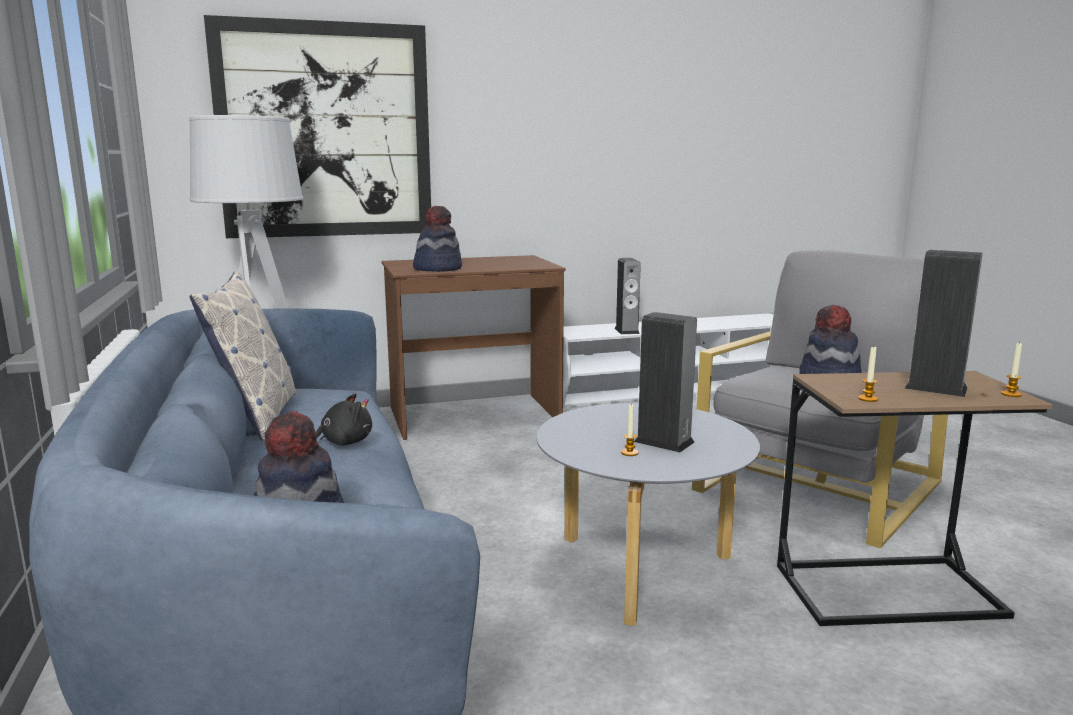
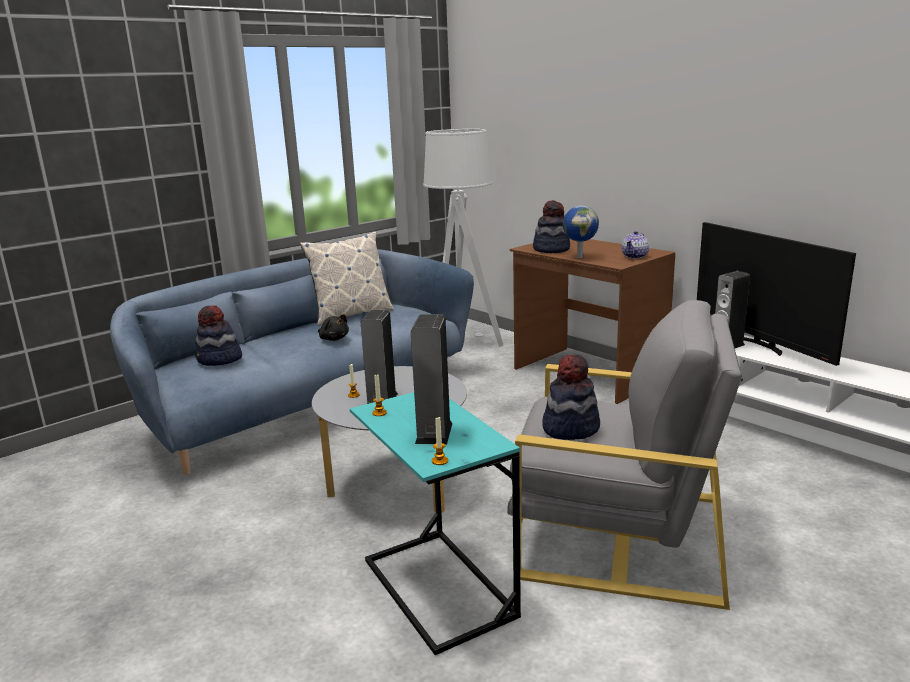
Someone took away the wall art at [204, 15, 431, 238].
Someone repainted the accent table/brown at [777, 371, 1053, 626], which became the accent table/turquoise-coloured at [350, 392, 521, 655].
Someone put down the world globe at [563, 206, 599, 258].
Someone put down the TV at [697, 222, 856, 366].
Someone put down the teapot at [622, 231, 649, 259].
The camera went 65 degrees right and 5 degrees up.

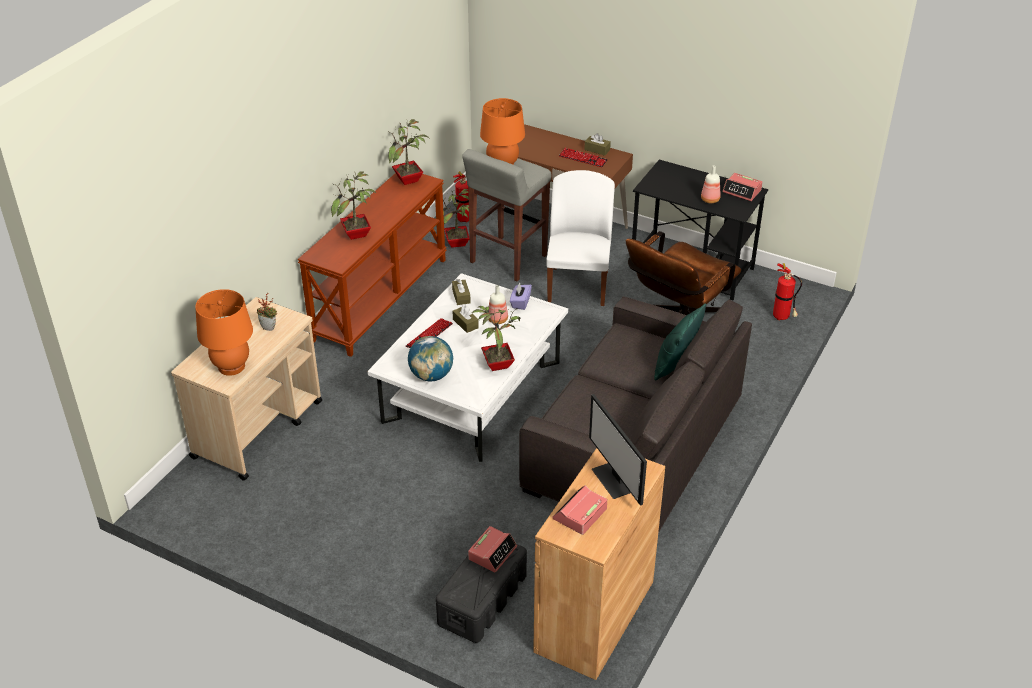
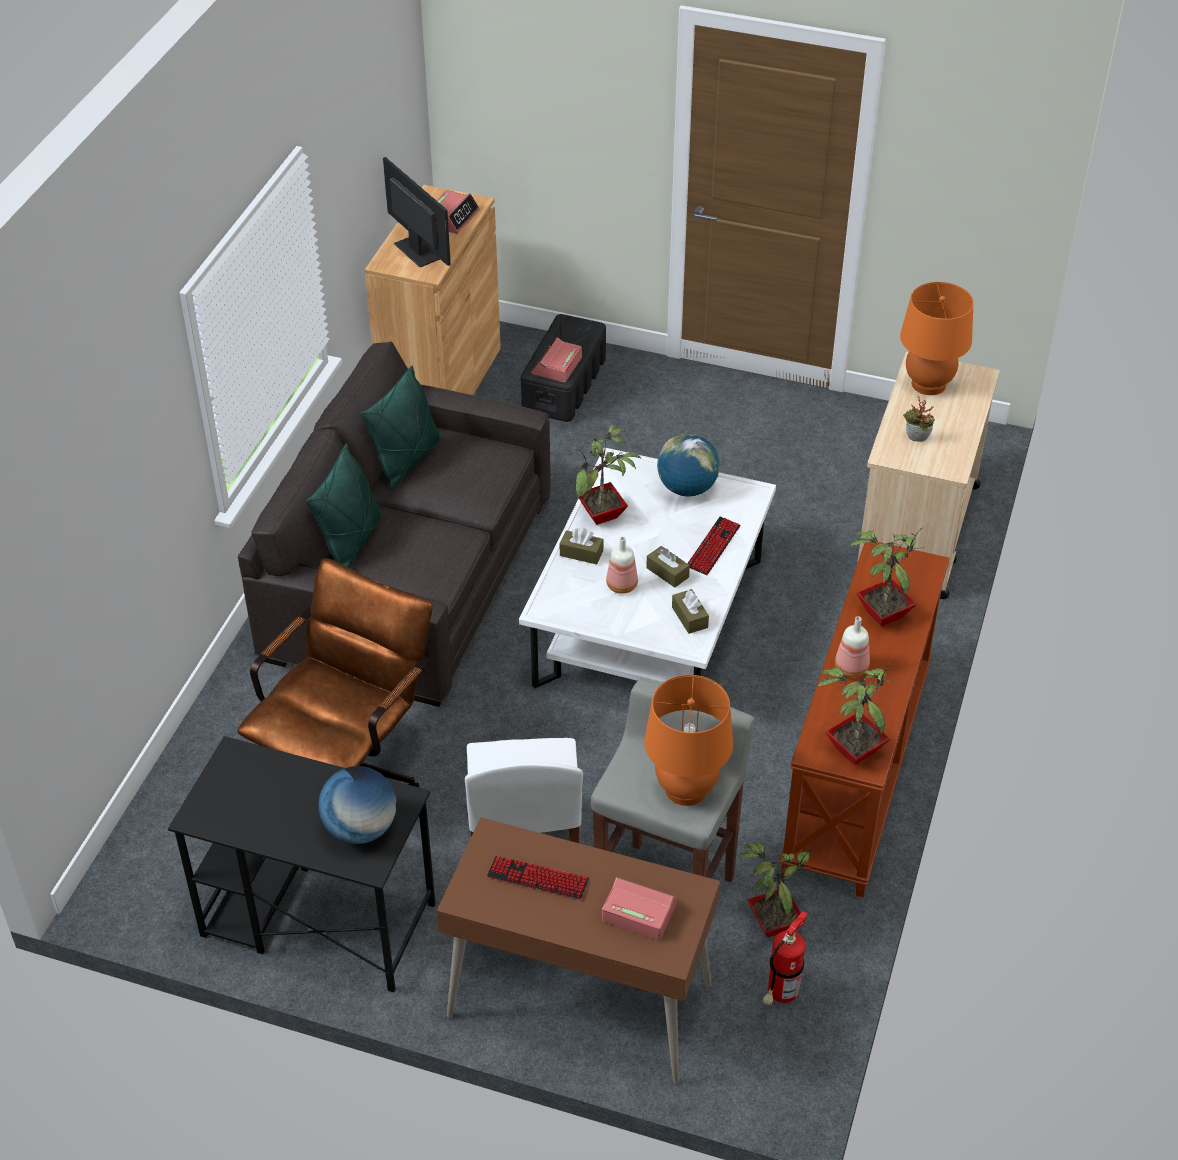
Someone carried the box of tissues/brown from [584, 133, 611, 156] to [560, 528, 603, 564].
Someone carried the drink bottle from [701, 165, 721, 203] to [835, 616, 870, 677].
Someone carried the table clock from [723, 173, 763, 201] to [602, 877, 678, 940].
Someone took away the extinguisher at [773, 263, 802, 320].
Someone took away the box of tissues/purple at [510, 283, 532, 310].
Someone put down the cushion/greenish at [360, 365, 441, 490].
Someone put down the world globe at [318, 766, 396, 844].
The camera went 170 degrees right and 5 degrees up.

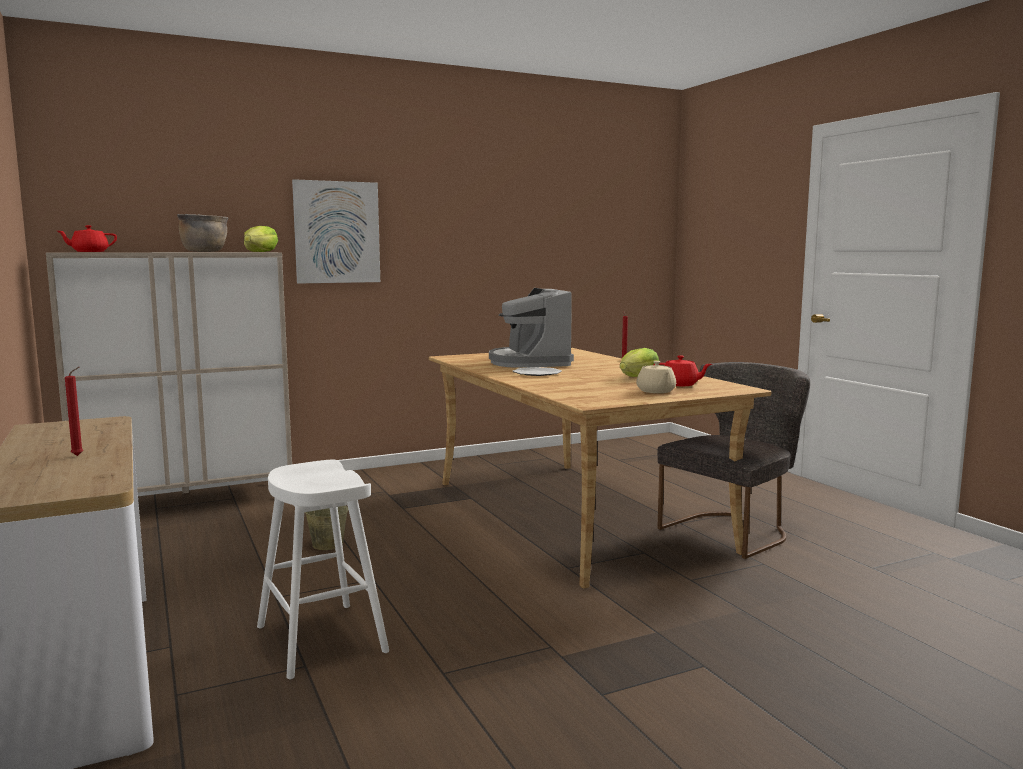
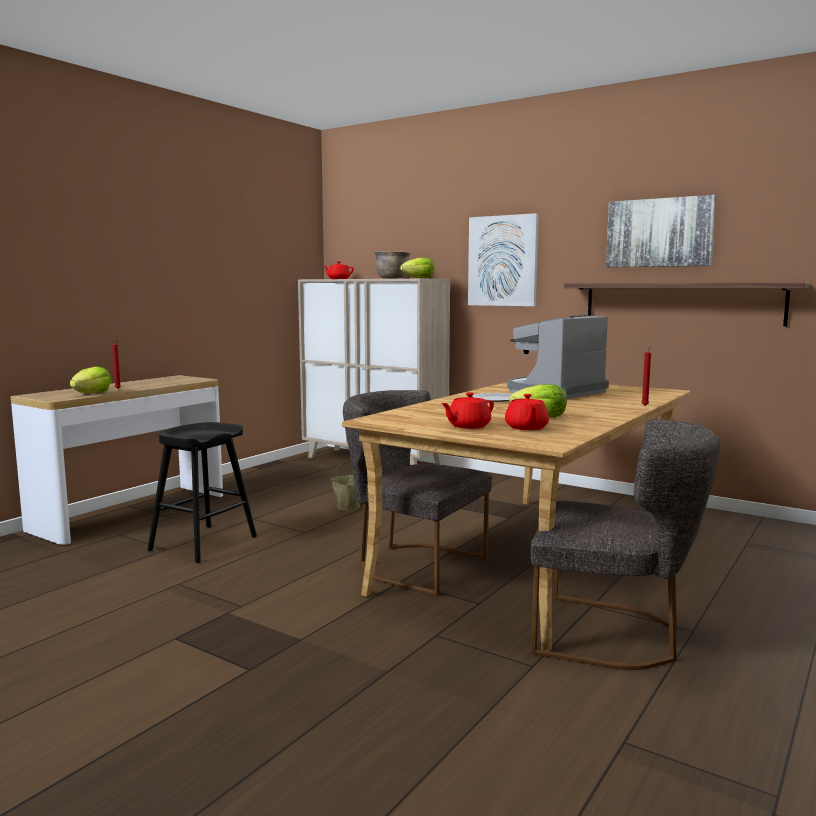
Someone repainted the teapot/sand-coloured at [636, 361, 676, 393], which became the teapot/reddish at [441, 392, 494, 429].
Someone repainted the sitting stool/whitish at [257, 459, 389, 679], which became the sitting stool/black-coloured at [147, 422, 257, 563].
Someone put up the wall art at [606, 195, 717, 267].
Someone put up the shelf at [564, 283, 809, 326].
Someone put down the lettuce head at [70, 367, 111, 393].
Someone put down the chair/grey at [343, 390, 492, 596].
The camera went 60 degrees right and 0 degrees up.

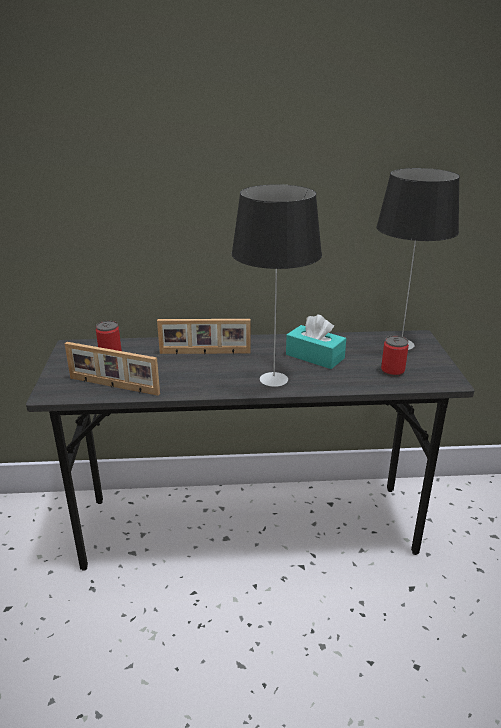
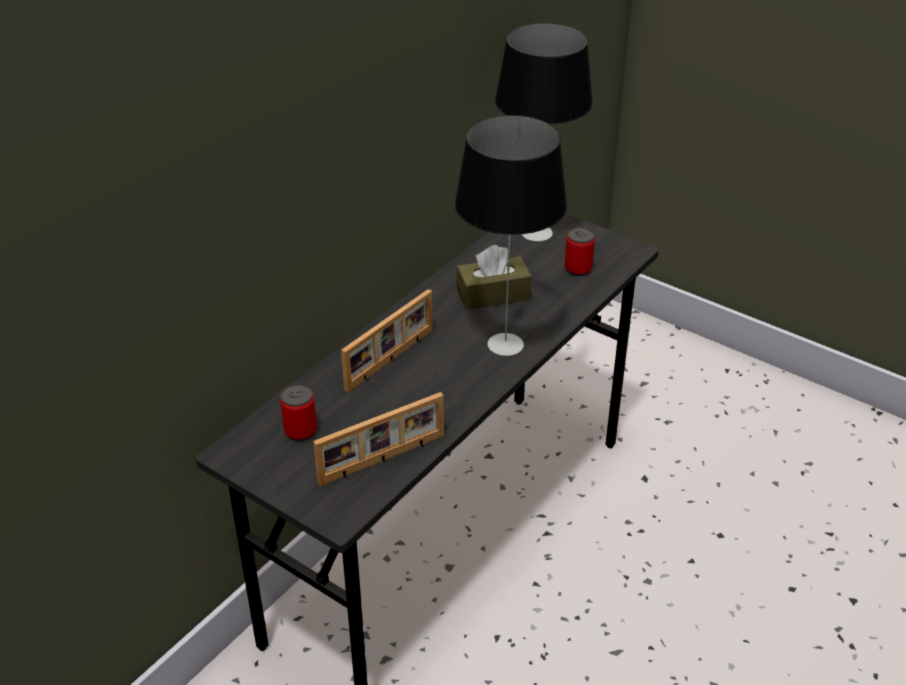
Someone repainted the box of tissues/turquoise-coloured at [286, 315, 346, 369], which became the box of tissues/brown at [457, 245, 532, 310].
The camera went 50 degrees left and 10 degrees up.

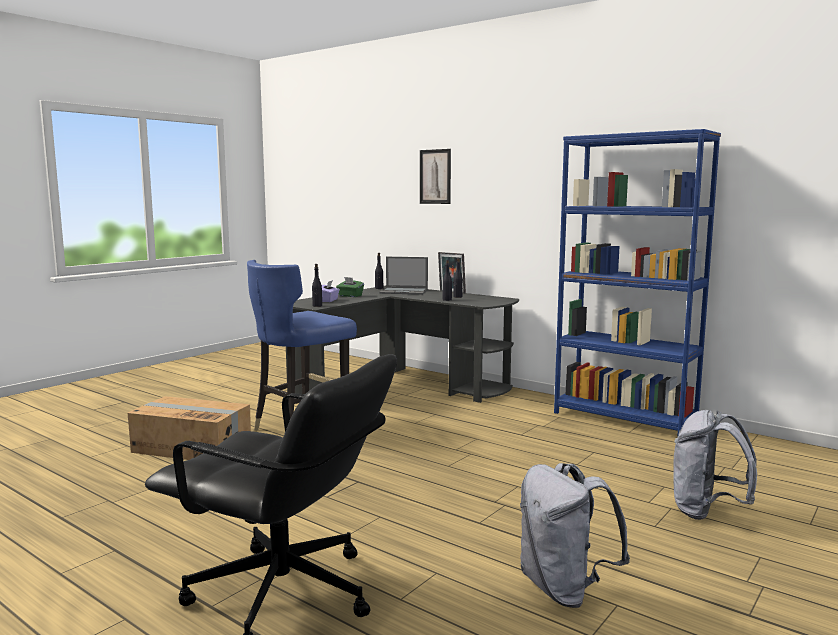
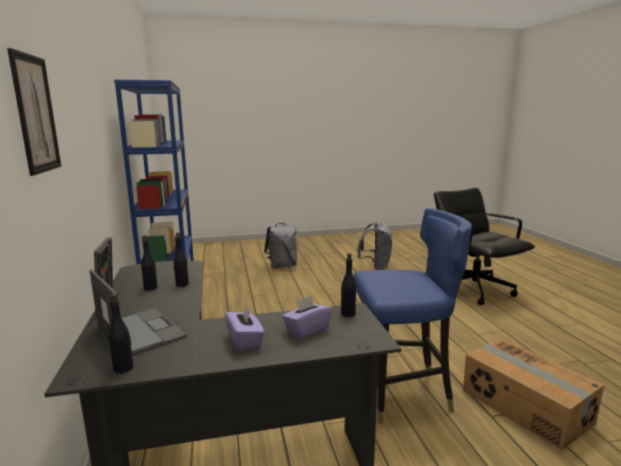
Someone repainted the box of tissues/greenish at [336, 277, 364, 297], which became the box of tissues/purple at [225, 304, 264, 352].
The camera went 140 degrees left and 5 degrees up.

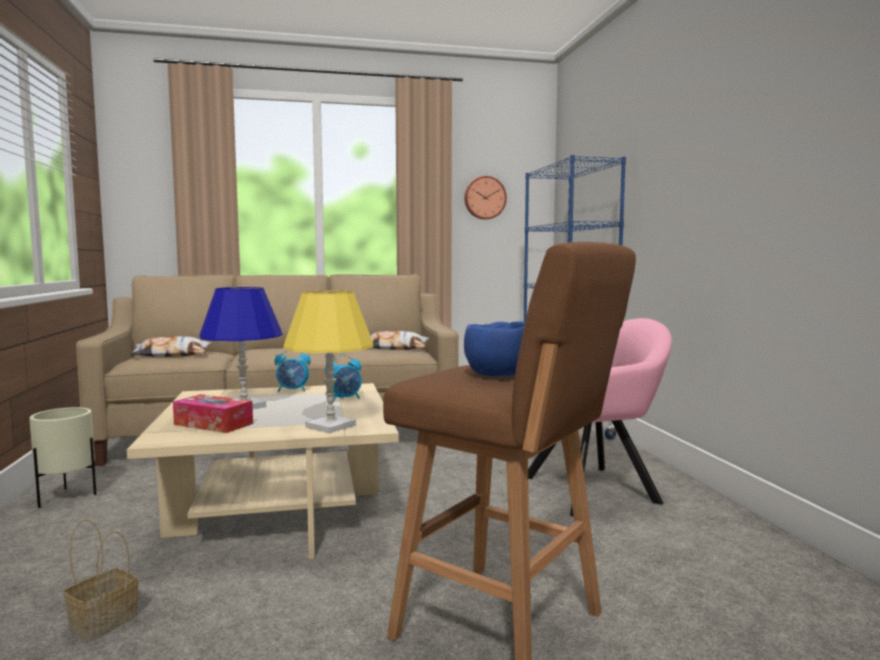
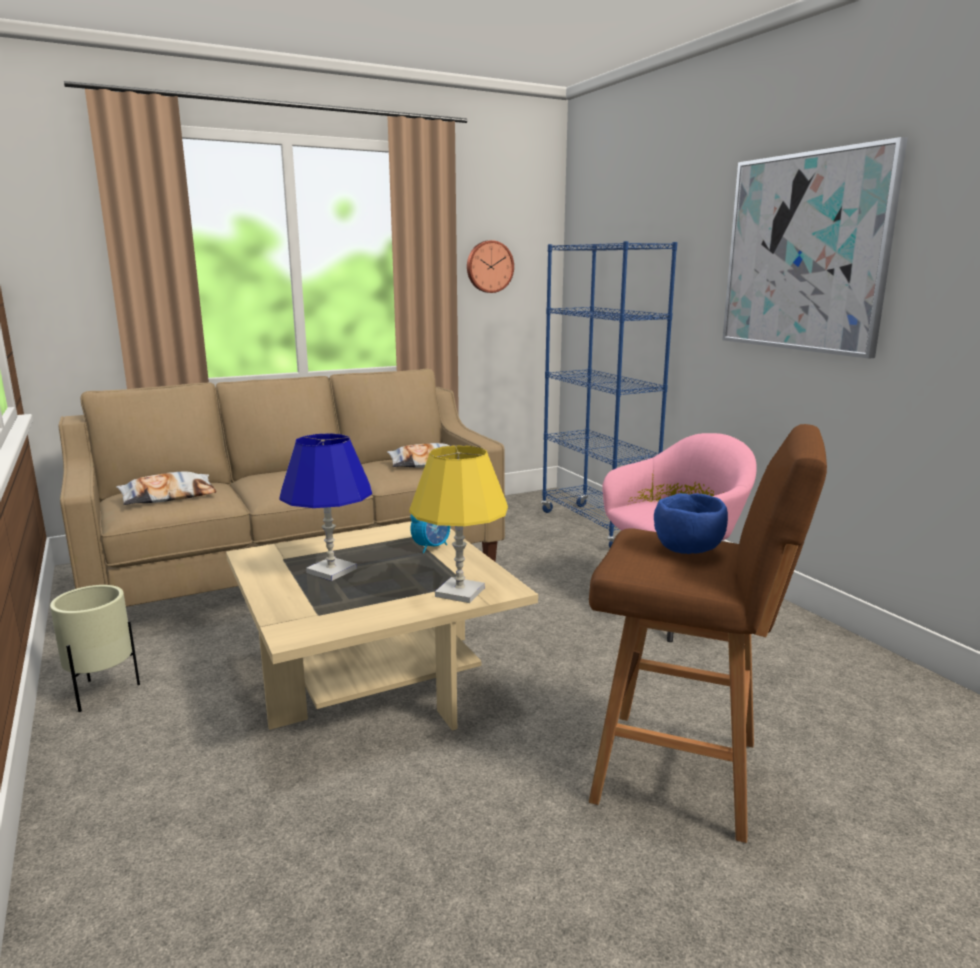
Someone took away the table clock at [274, 350, 311, 392].
Someone took away the box of tissues at [173, 394, 253, 433].
Someone took away the storage basket at [63, 519, 138, 641].
Someone put up the wall art at [722, 137, 908, 359].
The camera went 15 degrees left and 10 degrees up.

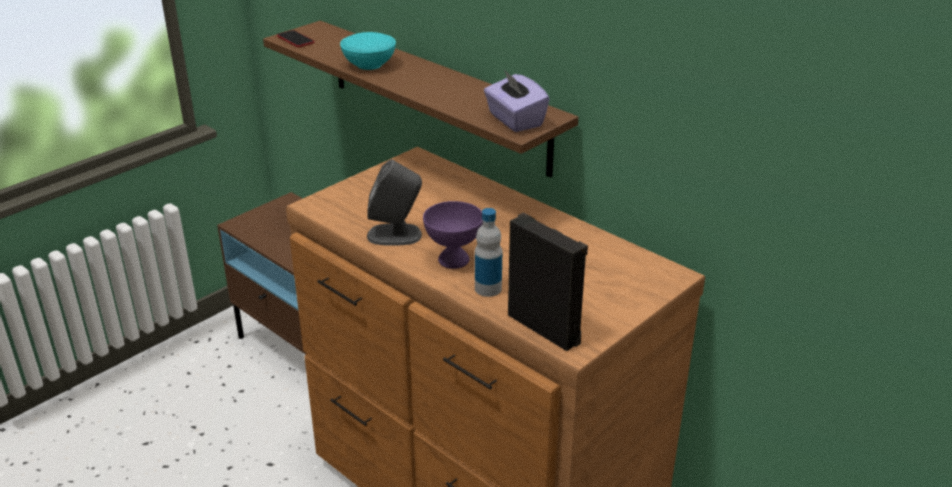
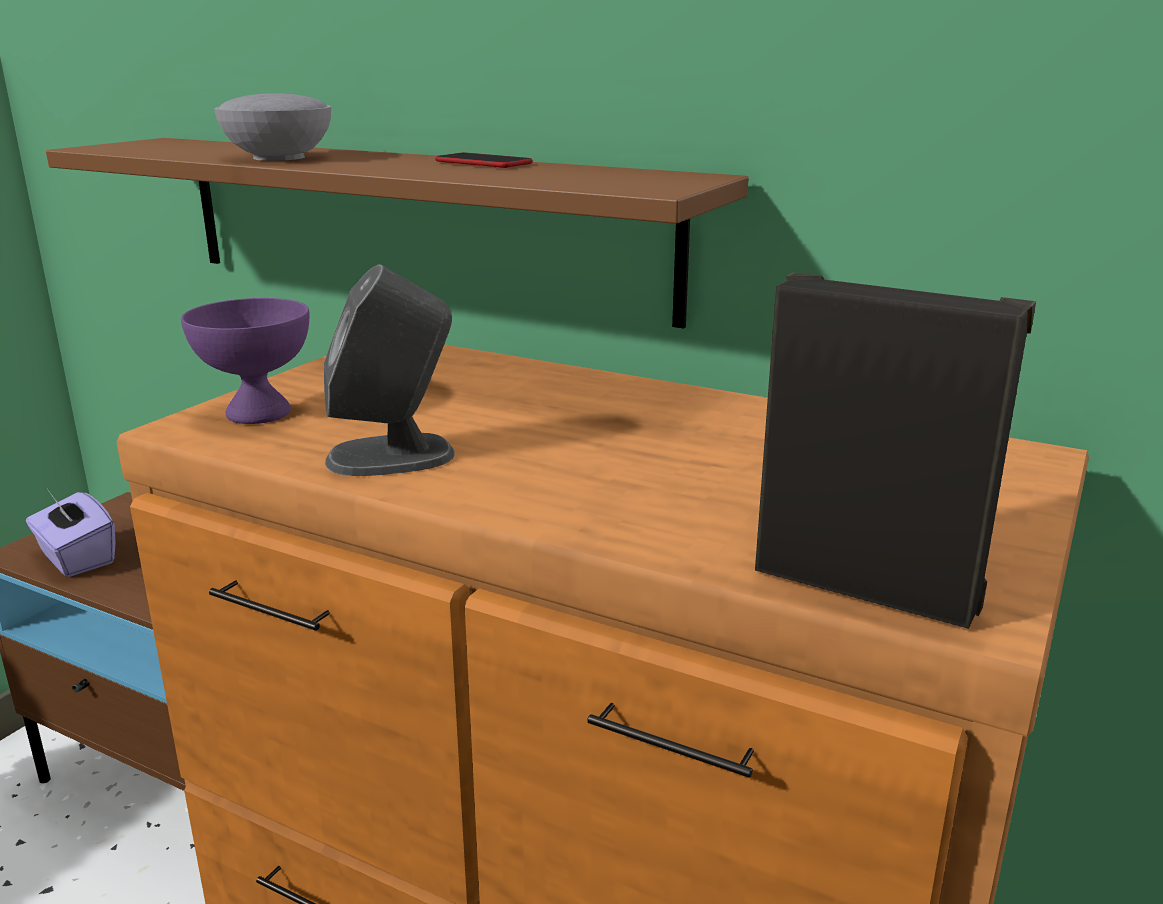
Someone carried the phone from [277, 30, 315, 47] to [435, 153, 533, 168].
Someone repainted the bowl/turquoise-coloured at [340, 32, 396, 70], which became the bowl/grey at [214, 93, 331, 161].
Someone carried the box of tissues/purple from [484, 71, 550, 132] to [26, 490, 115, 577].
Someone carried the bowl/purple from [423, 201, 483, 269] to [181, 298, 309, 424].
Someone took away the drink bottle at [475, 208, 502, 297].
The camera went 15 degrees left and 10 degrees down.

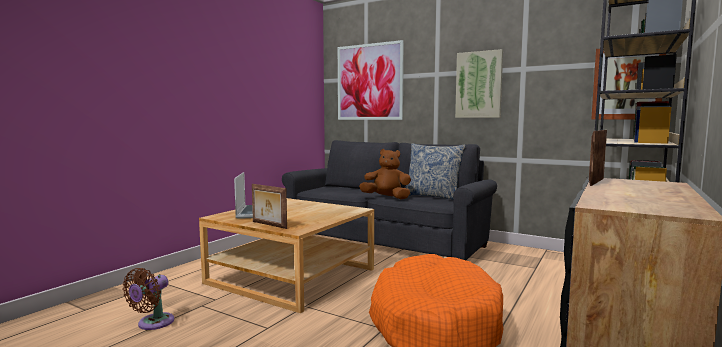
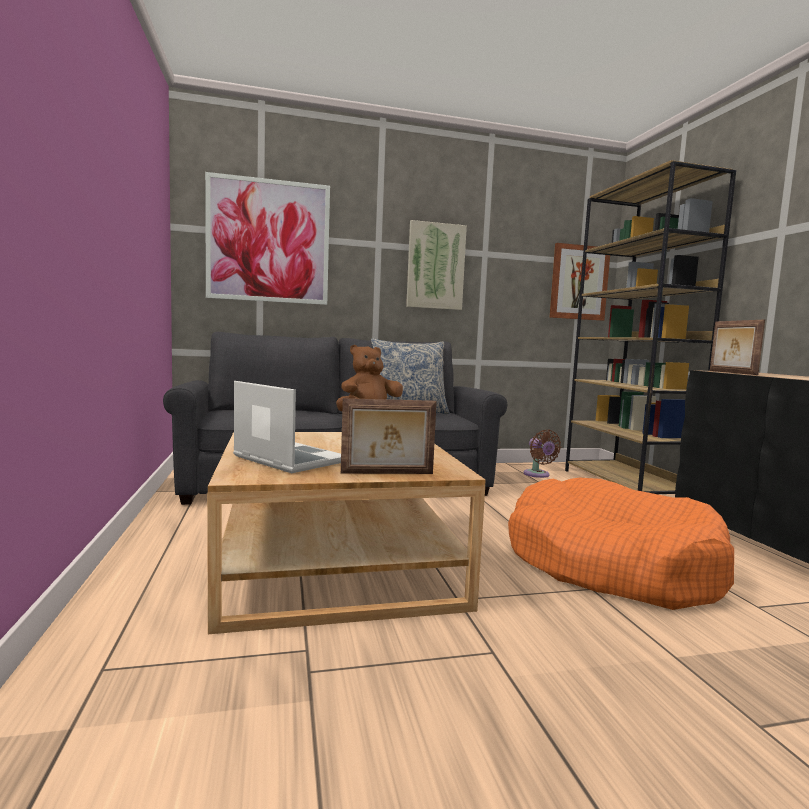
Someone carried the fan/brown from [122, 268, 174, 330] to [523, 429, 561, 478].
The camera went 45 degrees left and 0 degrees up.

